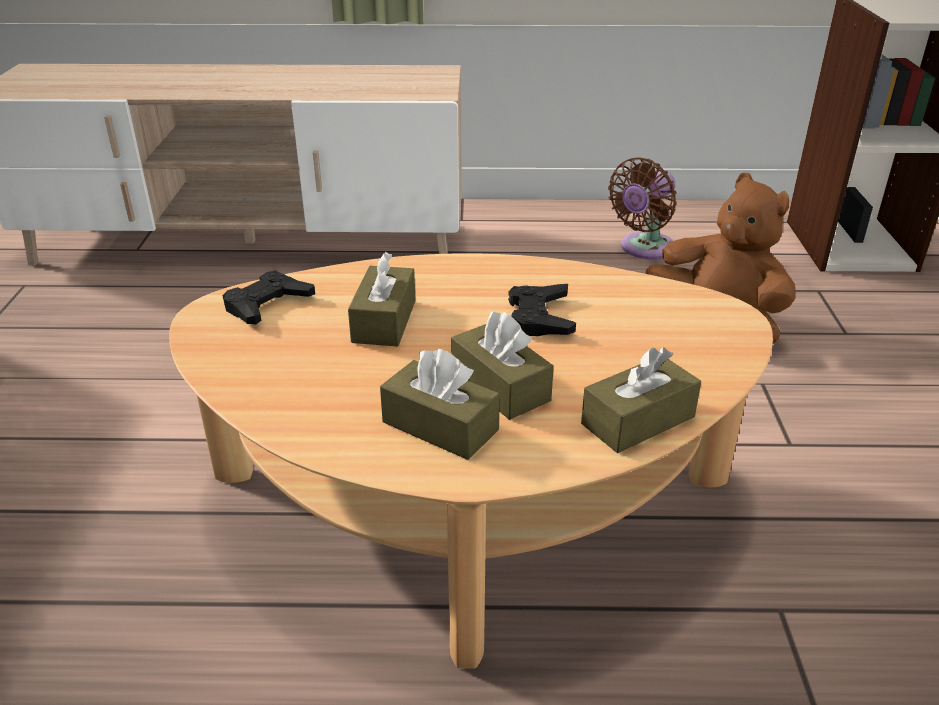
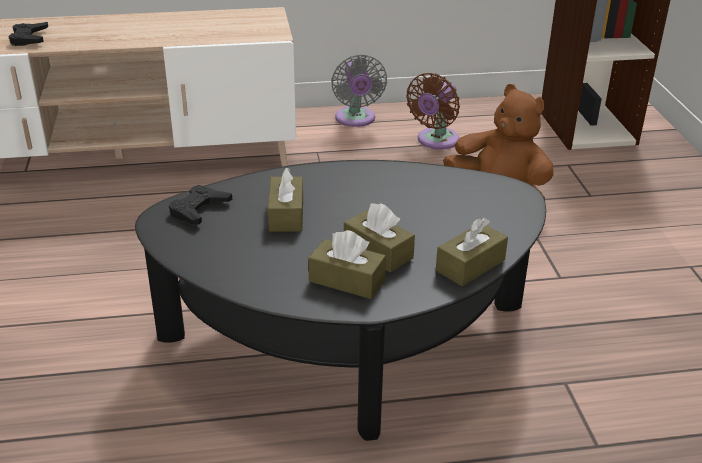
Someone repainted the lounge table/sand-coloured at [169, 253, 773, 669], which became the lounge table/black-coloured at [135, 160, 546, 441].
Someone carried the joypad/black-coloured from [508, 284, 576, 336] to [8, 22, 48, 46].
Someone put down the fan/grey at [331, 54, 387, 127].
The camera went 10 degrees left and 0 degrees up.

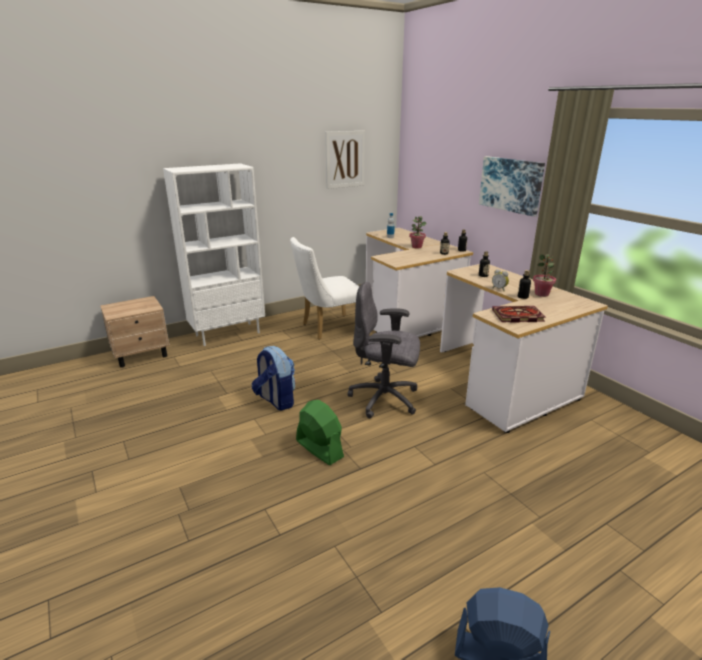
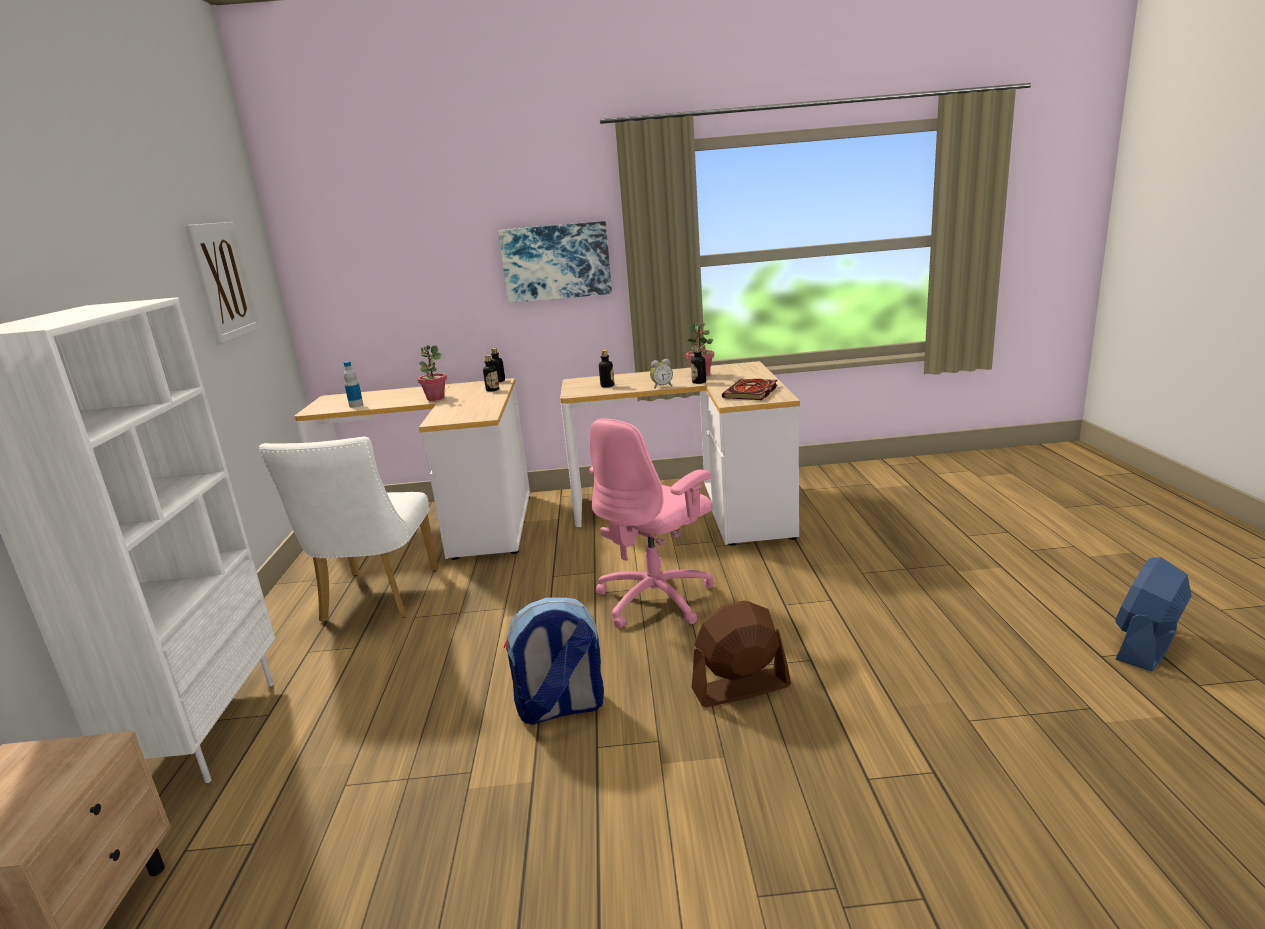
Someone repainted the computer chair/grey at [347, 282, 420, 418], which became the computer chair/pink at [589, 419, 714, 628].
Someone repainted the fan/greenish at [296, 400, 344, 465], which became the fan/brown at [691, 600, 791, 707].
The camera went 60 degrees left and 5 degrees down.

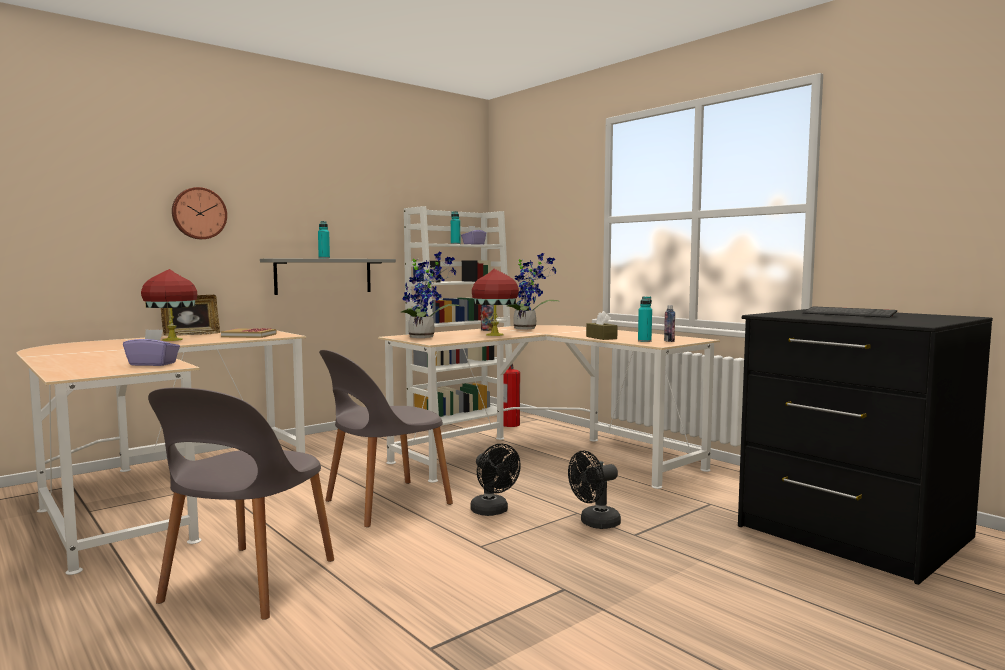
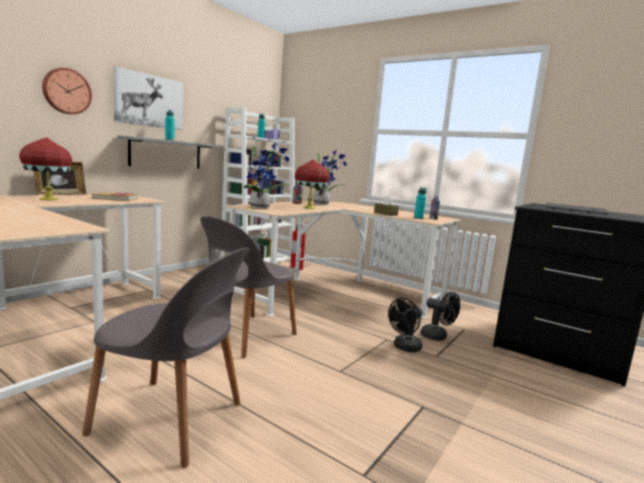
Someone took away the box of tissues/purple at [123, 329, 180, 366].
Someone rotated the chair/grey at [148, 387, 334, 620] by 75 degrees counterclockwise.
Someone carried the fan/black-coloured from [470, 444, 521, 516] to [421, 292, 460, 341].
Someone put up the wall art at [113, 66, 183, 130].
The camera went 15 degrees left and 5 degrees up.

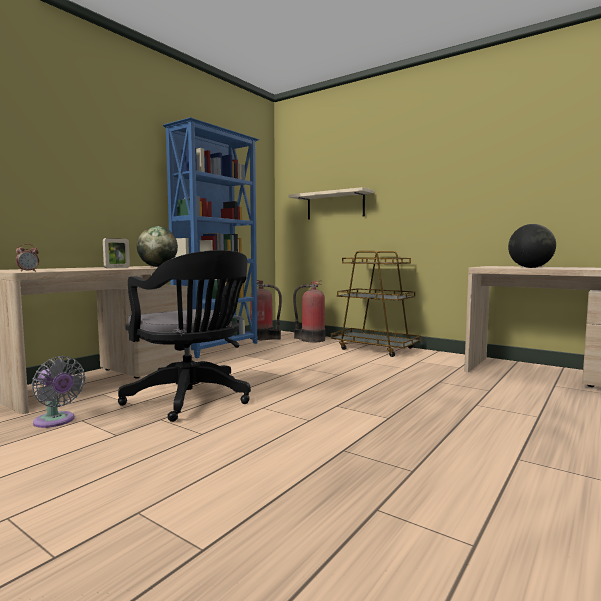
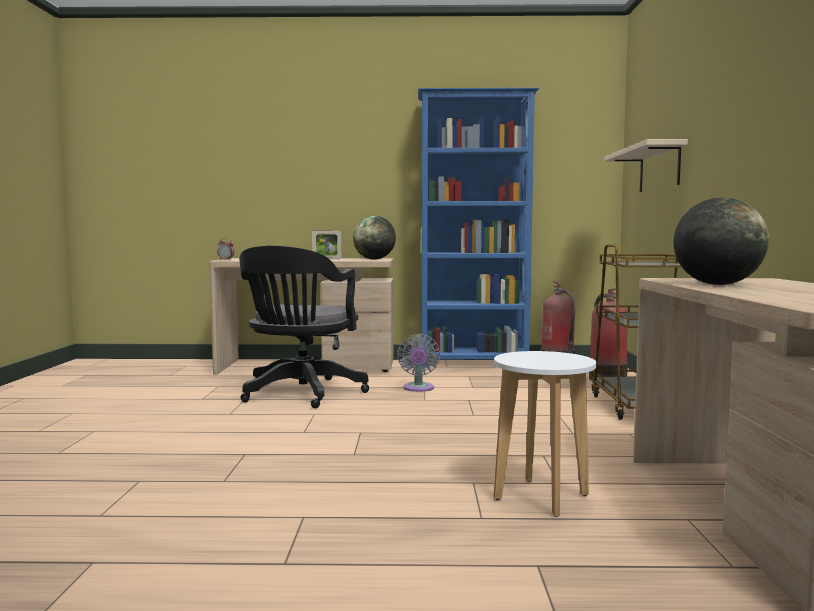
Someone carried the fan/grey from [32, 356, 85, 428] to [397, 333, 440, 392].
Someone put down the sitting stool/whitish at [494, 351, 596, 517].
The camera went 55 degrees right and 0 degrees up.

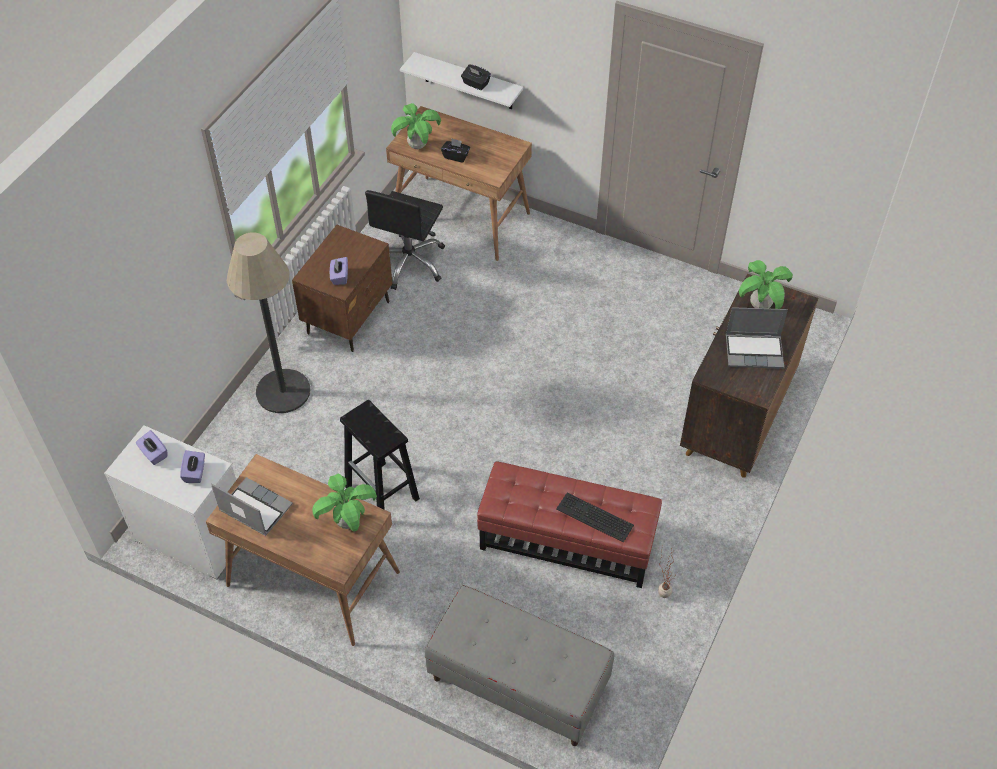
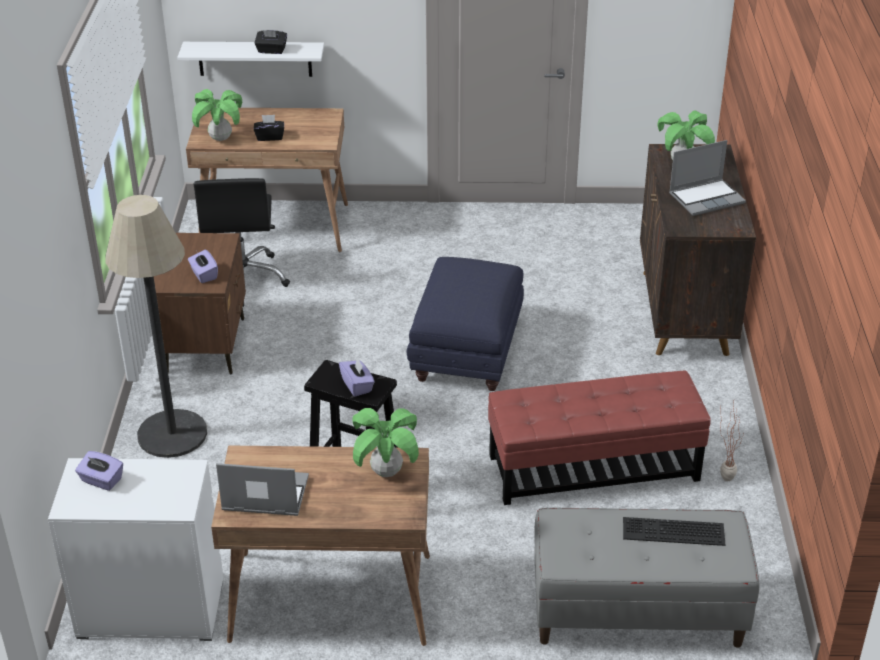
Someone carried the box of tissues/purple from [180, 450, 205, 483] to [339, 357, 375, 396].
Someone carried the PC keyboard from [556, 493, 634, 543] to [623, 517, 725, 546].
Someone put down the footrest/blue at [407, 257, 524, 391].
The camera went 25 degrees left and 15 degrees down.

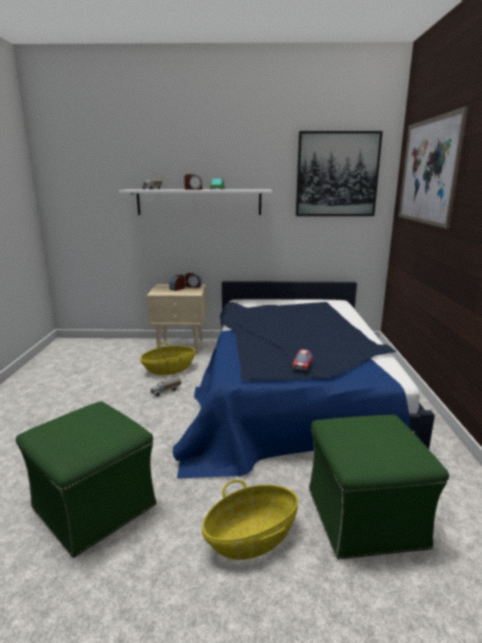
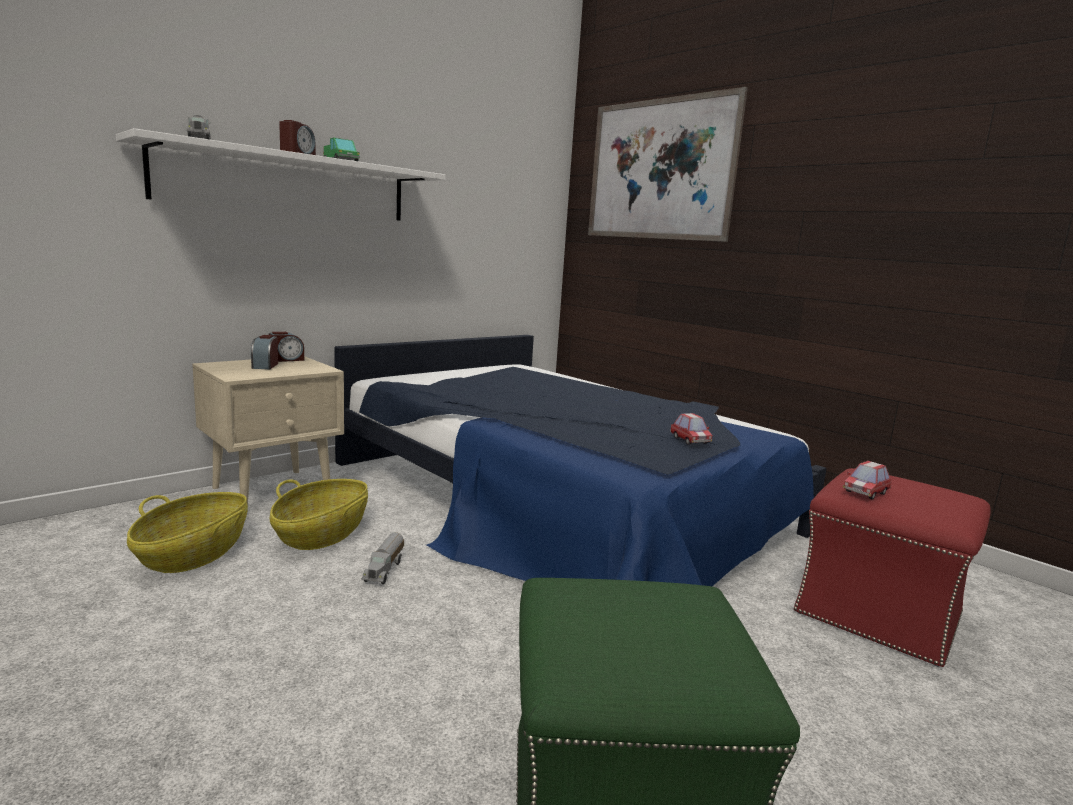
Someone took away the wall art at [296, 131, 383, 216].
Someone repainted the footrest/greenish at [309, 415, 449, 559], which became the footrest/reddish at [794, 468, 991, 667].
Someone carried the storage basket from [202, 479, 298, 560] to [127, 492, 248, 573].
Someone put down the miniature car at [843, 461, 892, 500].
The camera went 45 degrees left and 5 degrees down.

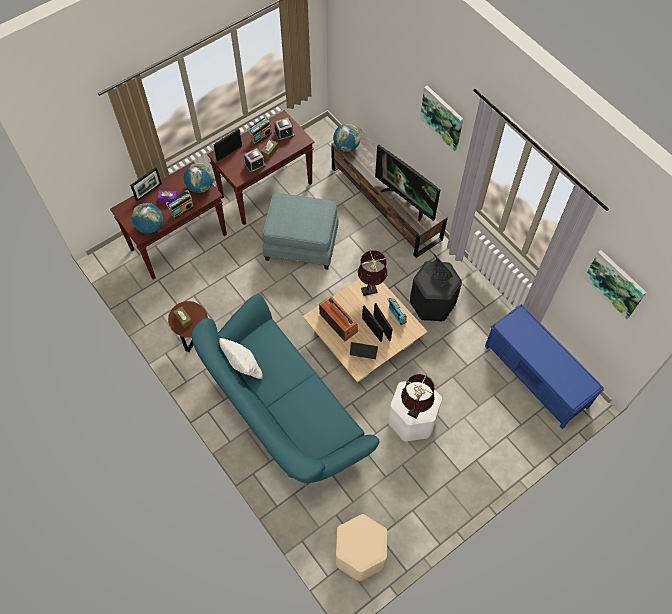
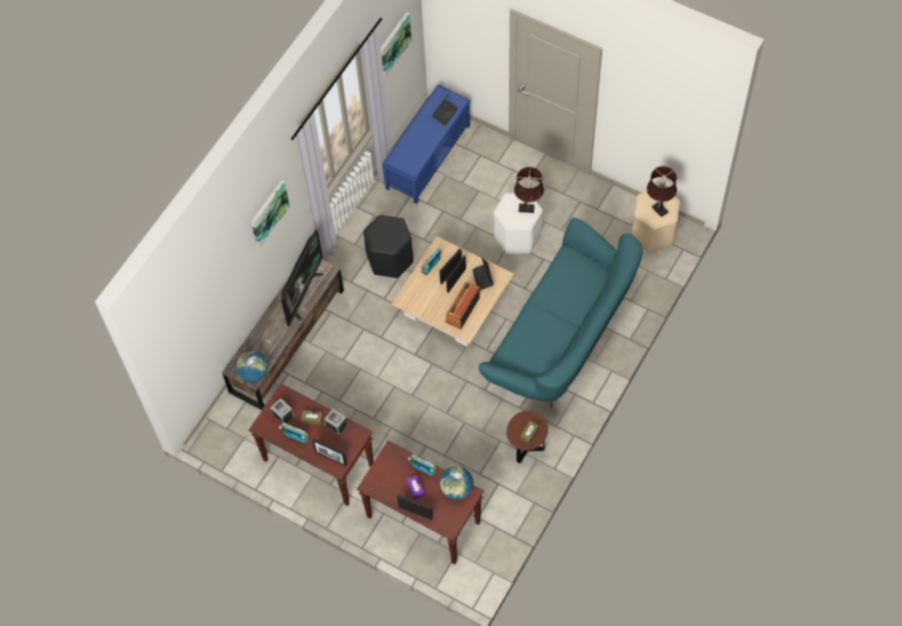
Someone took away the world globe at [184, 163, 213, 193].
Someone took away the footrest/blue at [263, 193, 339, 270].
Someone carried the tabletop lamp/brown from [358, 250, 388, 296] to [647, 166, 677, 217].
Someone carried the notebook computer from [424, 253, 453, 287] to [432, 92, 458, 126].
Someone took away the cushion/whitish at [219, 338, 263, 379].
The camera went 110 degrees left and 0 degrees up.

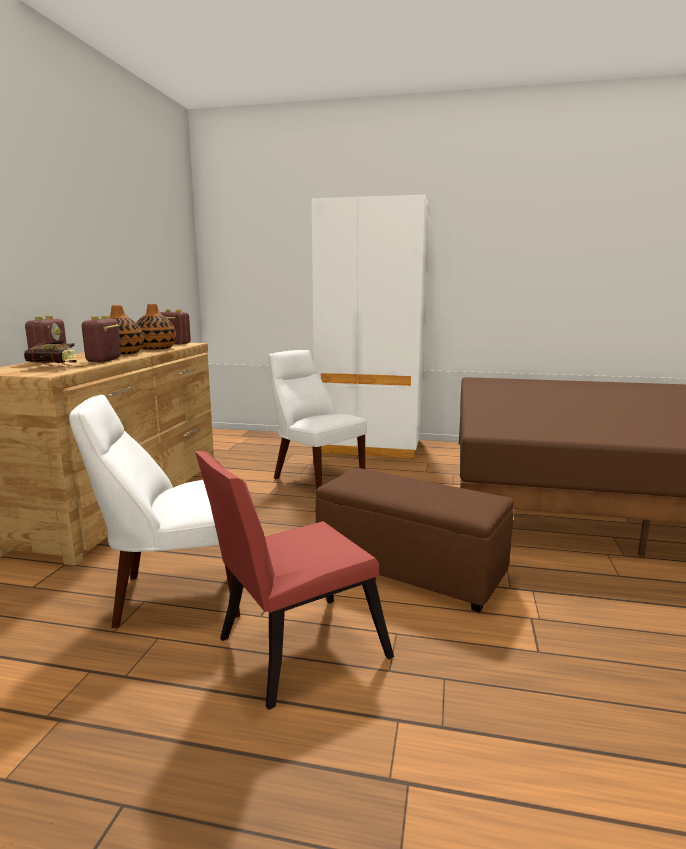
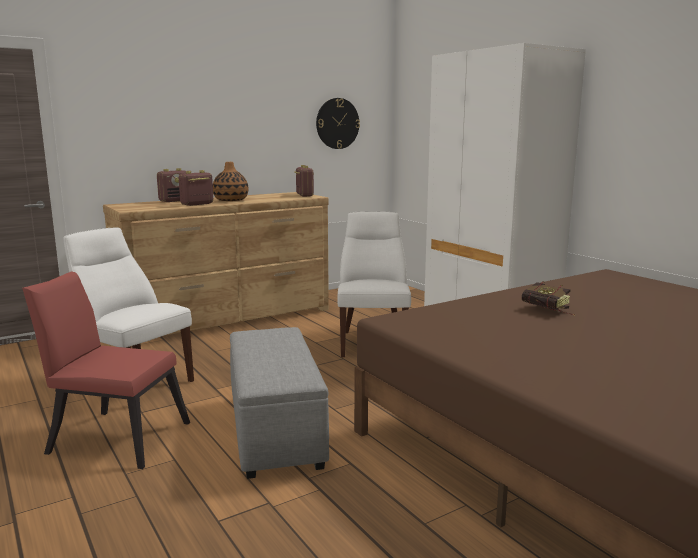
Someone took away the vase at [136, 304, 176, 350].
Someone carried the book from [24, 341, 83, 367] to [522, 281, 575, 315].
Someone repainted the footrest/brown at [316, 468, 514, 612], which became the footrest/grey at [230, 327, 329, 479].
Someone put up the clock on the wall at [316, 98, 360, 149].
The camera went 45 degrees right and 0 degrees up.

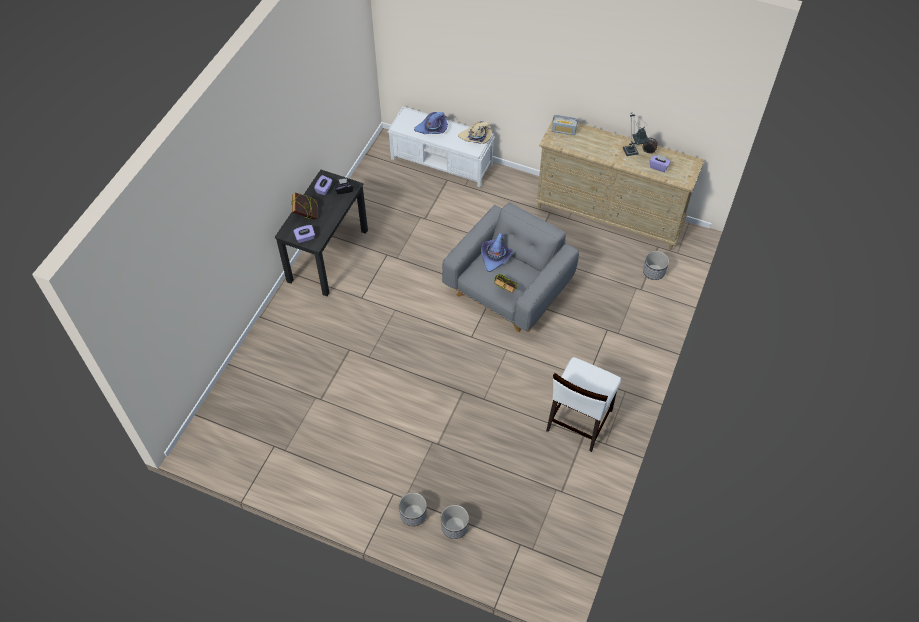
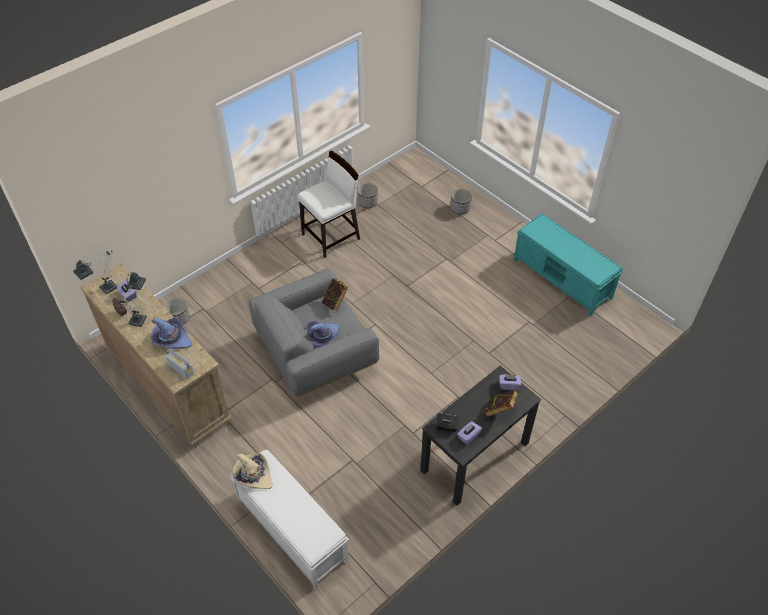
Someone carried the wearable hat/purple from [414, 112, 448, 134] to [151, 317, 192, 349].
Someone carried the flower pot from [399, 492, 427, 526] to [357, 183, 378, 208].
Someone put down the bench/turquoise-coloured at [514, 213, 623, 316].
Someone put down the tabletop lamp at [73, 250, 117, 294].
The camera went 155 degrees left and 5 degrees down.

